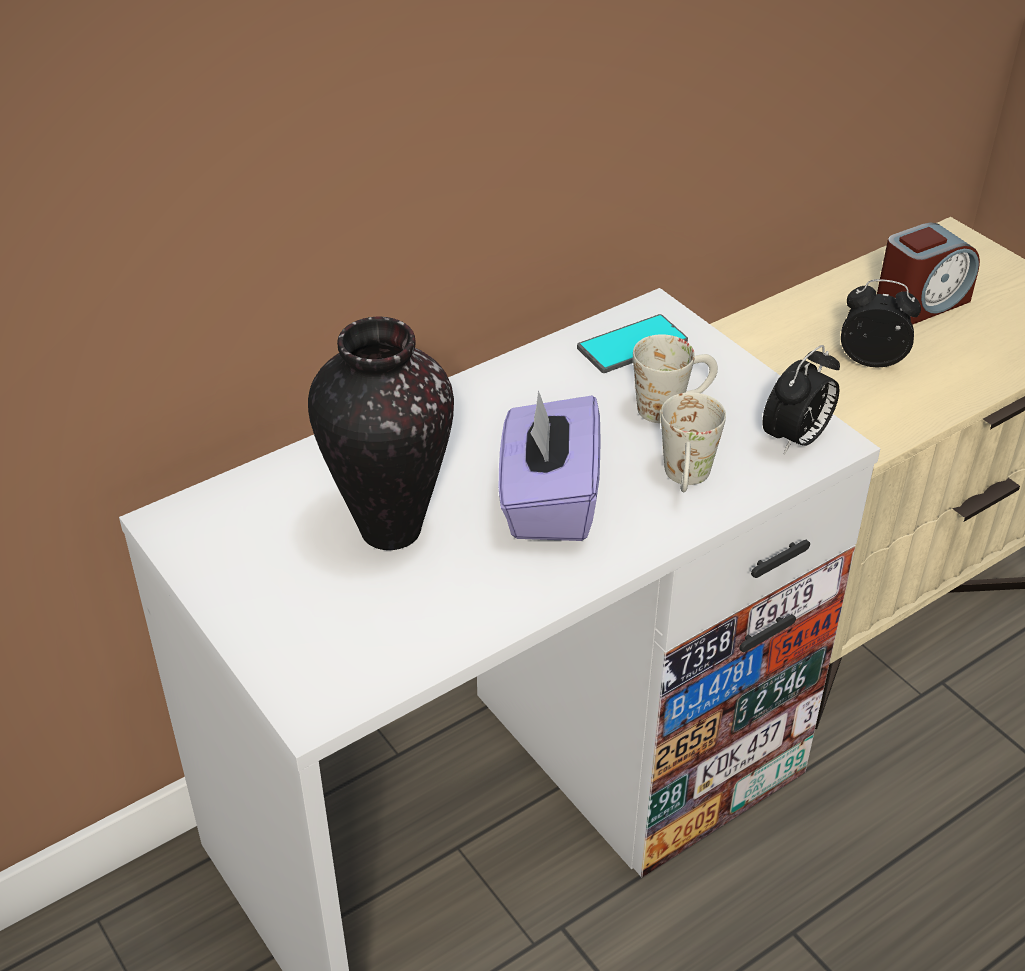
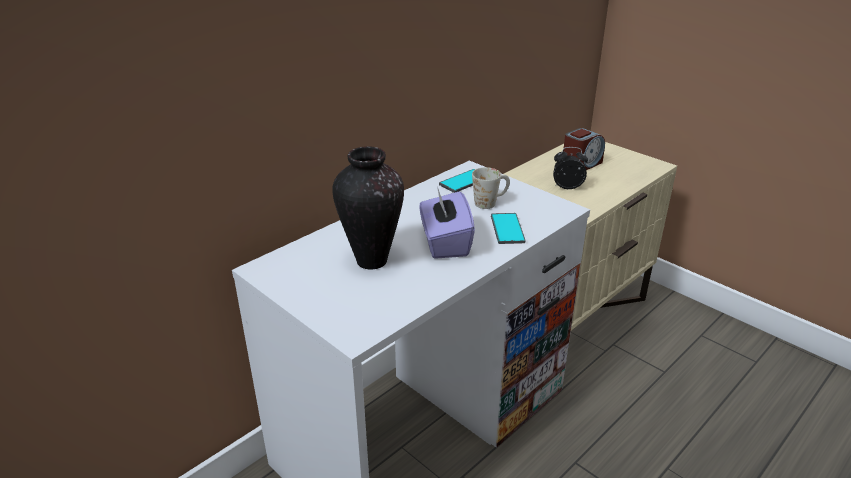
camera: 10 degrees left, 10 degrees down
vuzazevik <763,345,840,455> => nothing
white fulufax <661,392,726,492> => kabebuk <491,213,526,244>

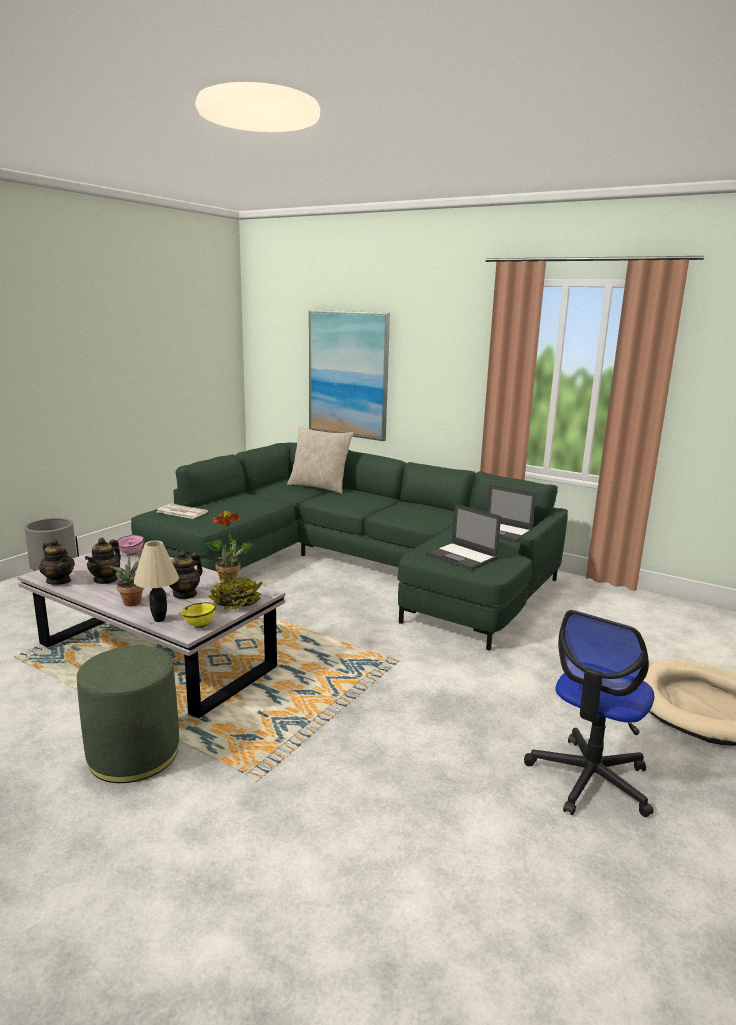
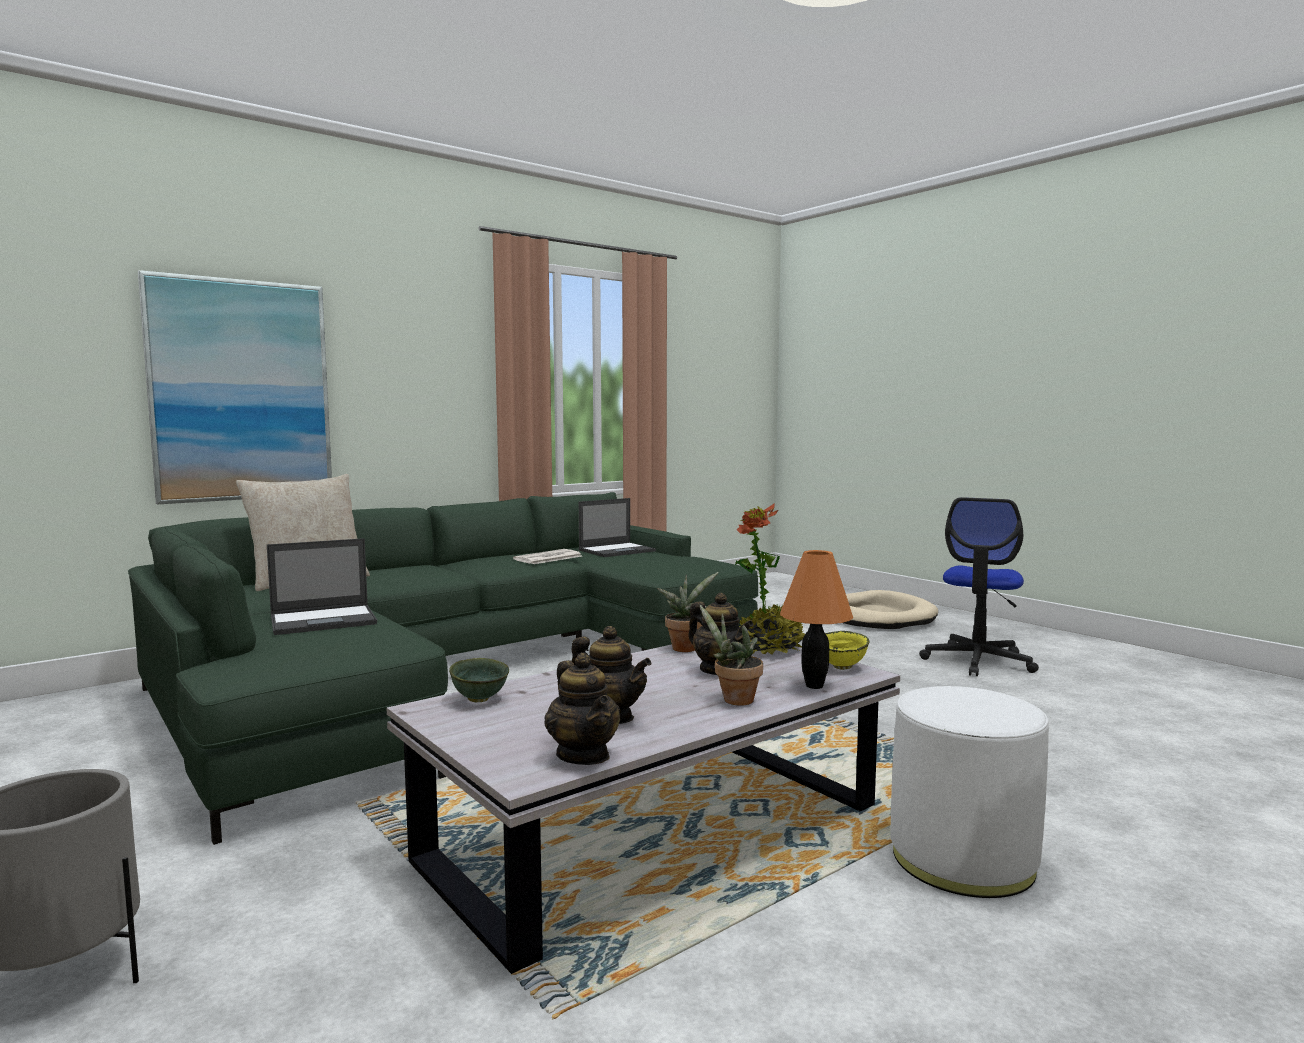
camera: 70 degrees left, 10 degrees down
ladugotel <157,504,208,519> => ladugotel <513,549,582,564>, moved
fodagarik <426,504,501,570> => fodagarik <267,538,377,635>, moved
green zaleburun <77,646,179,783> => white zaleburun <890,686,1049,898>
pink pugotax <117,535,144,555> => green pugotax <449,658,509,702>
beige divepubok <134,540,179,622> => orange divepubok <780,550,853,689>
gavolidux <39,539,75,585> => gavolidux <544,653,621,765>, 90 degrees clockwise
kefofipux <524,610,654,817> => kefofipux <919,497,1039,676>, 60 degrees clockwise

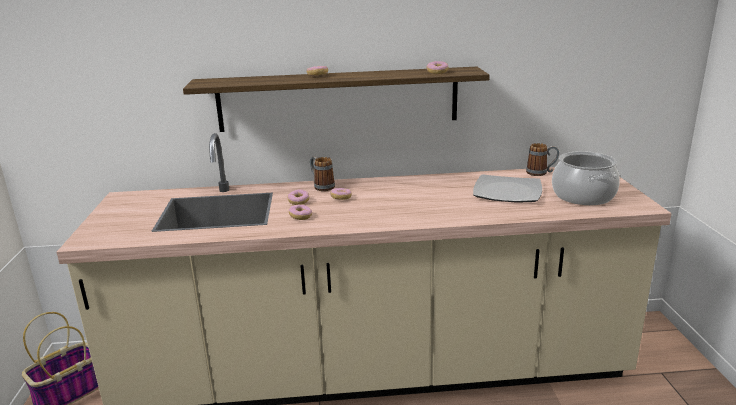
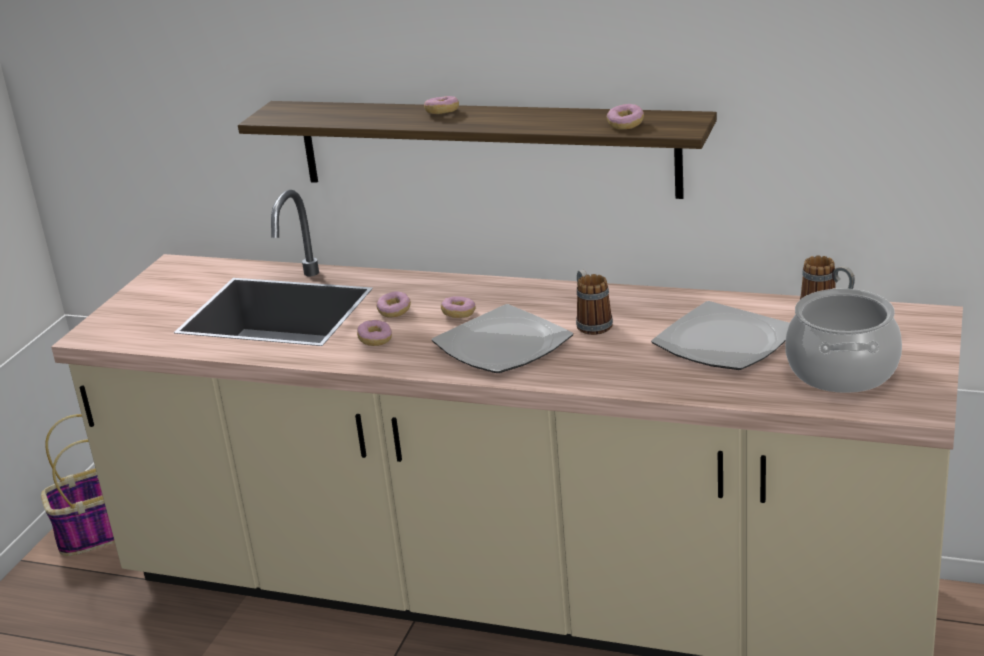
camera: 25 degrees right, 5 degrees up
nothing => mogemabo <432,304,573,373>
fulufax <310,156,335,191> => fulufax <576,270,613,335>, moved

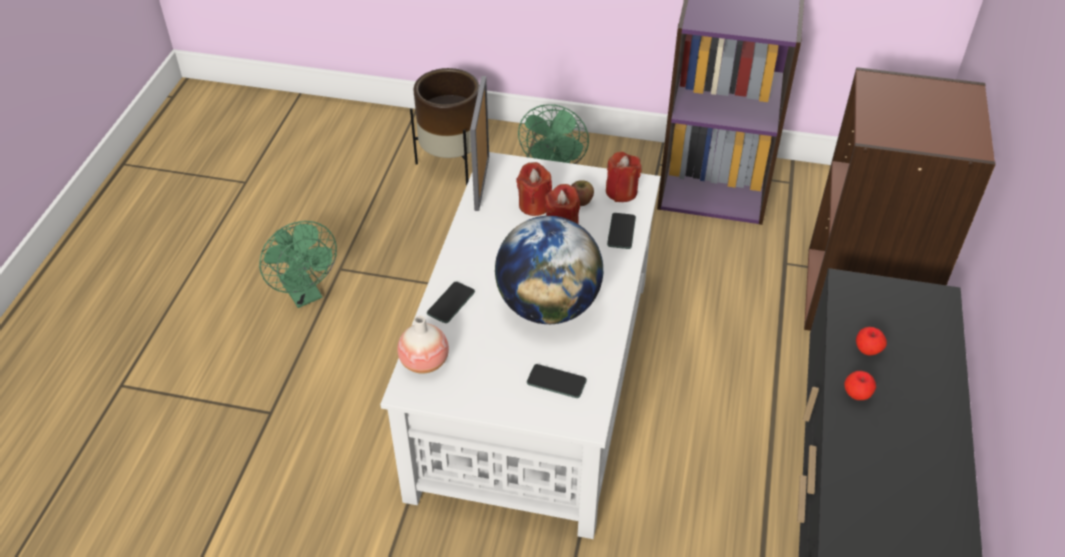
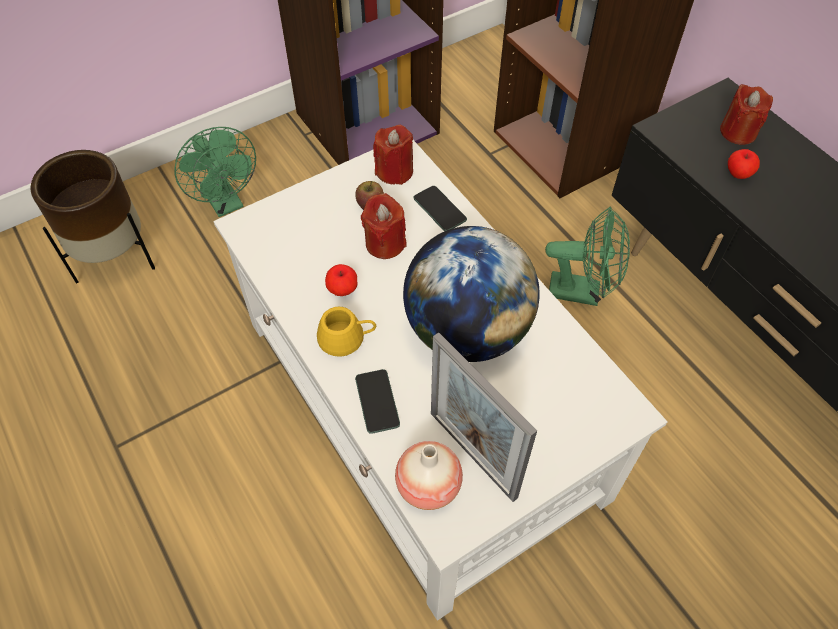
camera: 45 degrees left, 10 degrees up
kabebuk <527,364,587,398> => nothing
nothing => yellow fulufax <317,307,376,357>
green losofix <259,221,337,308> => green losofix <545,206,630,306>, moved
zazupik <470,76,489,211> => zazupik <431,332,537,502>, moved
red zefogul <516,162,552,216> => red zefogul <720,84,773,145>, moved
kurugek <844,371,876,400> => kurugek <325,264,357,296>, moved

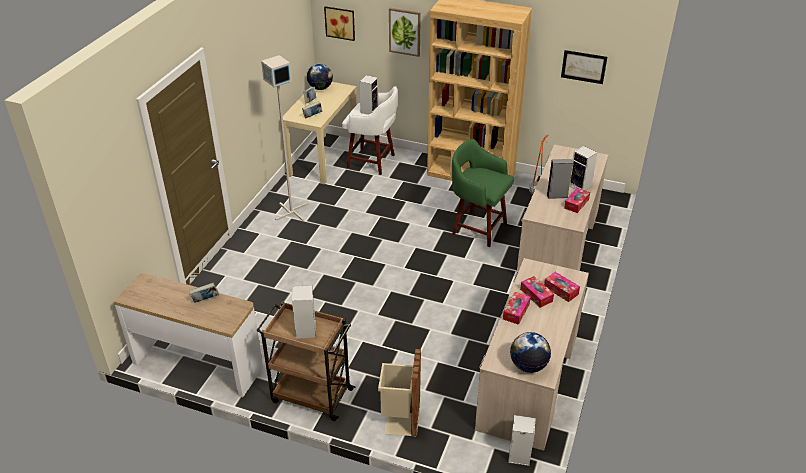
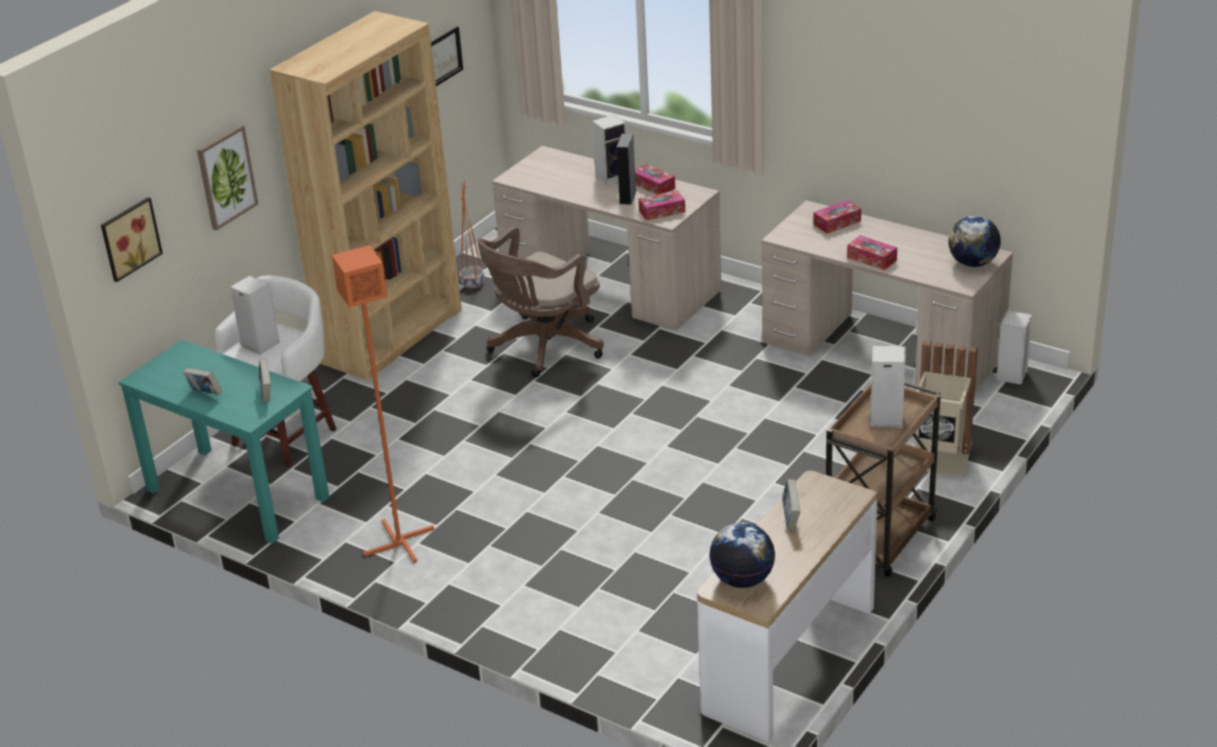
camera: 75 degrees left, 5 degrees down
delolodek <307,64,333,90> => delolodek <709,522,775,588>, moved
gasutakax <520,276,554,308> => gasutakax <638,190,685,221>, moved
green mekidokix <452,139,514,247> => brown kefofipux <477,227,604,378>
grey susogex <261,55,307,221> => orange susogex <332,245,435,563>
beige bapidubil <283,82,358,184> => turquoise bapidubil <118,340,329,544>

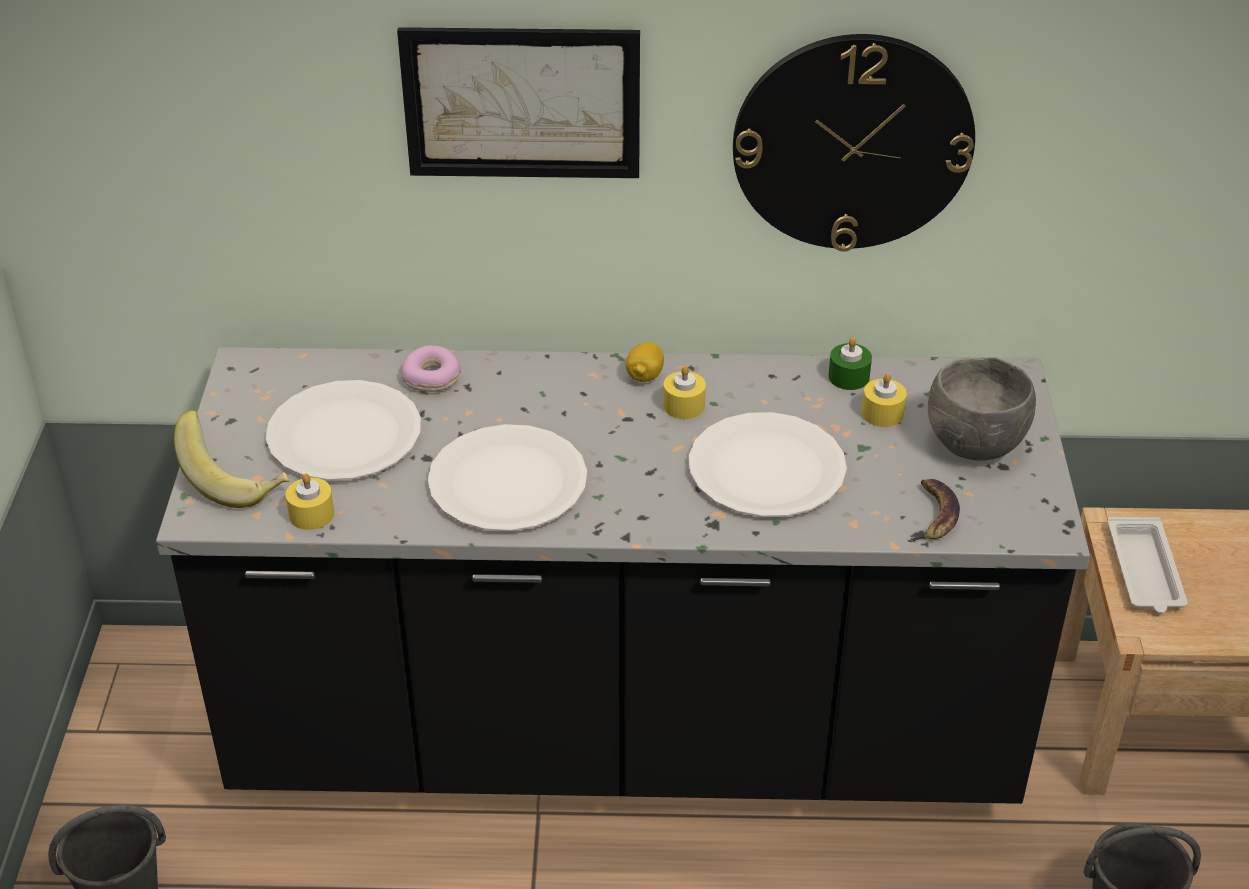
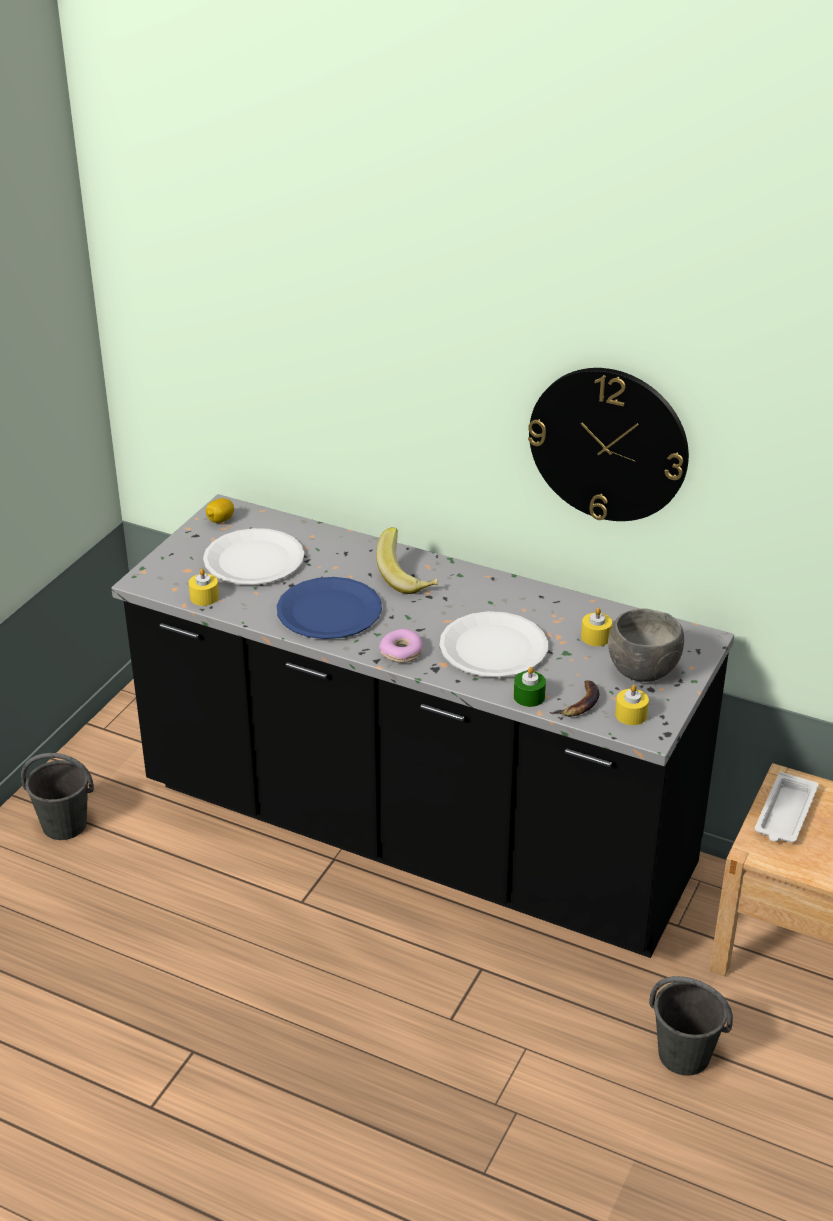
camera: 25 degrees right, 5 degrees down
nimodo <397,27,640,178> => nothing
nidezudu <174,410,289,508> => nidezudu <376,527,438,594>, moved
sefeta <402,345,461,392> => sefeta <379,629,423,663>, moved
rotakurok <626,342,664,382> => rotakurok <206,498,234,523>, moved
yellow zefogul <663,366,706,419> => yellow zefogul <615,685,649,725>, moved
green zefogul <828,337,872,390> => green zefogul <514,667,546,707>, moved
white mogemabo <428,424,587,532> => blue mogemabo <277,577,382,639>

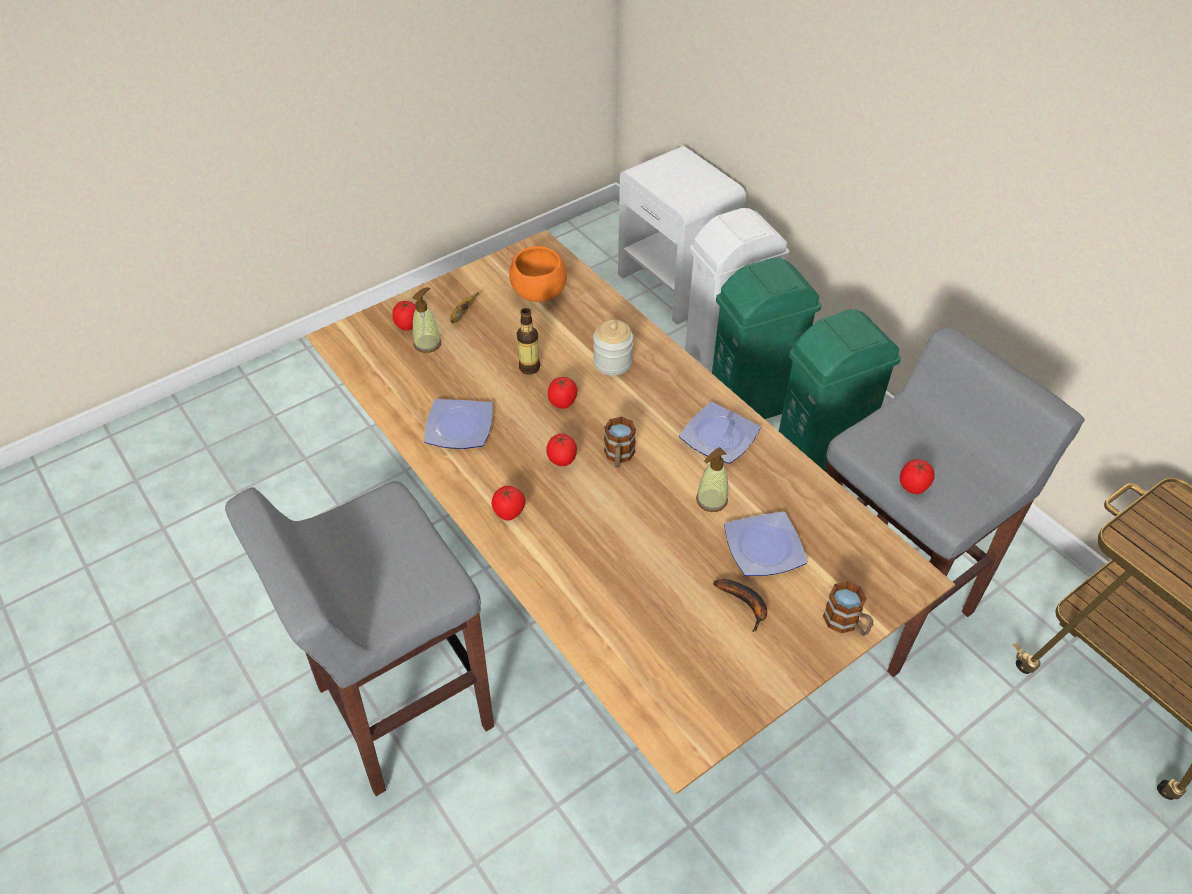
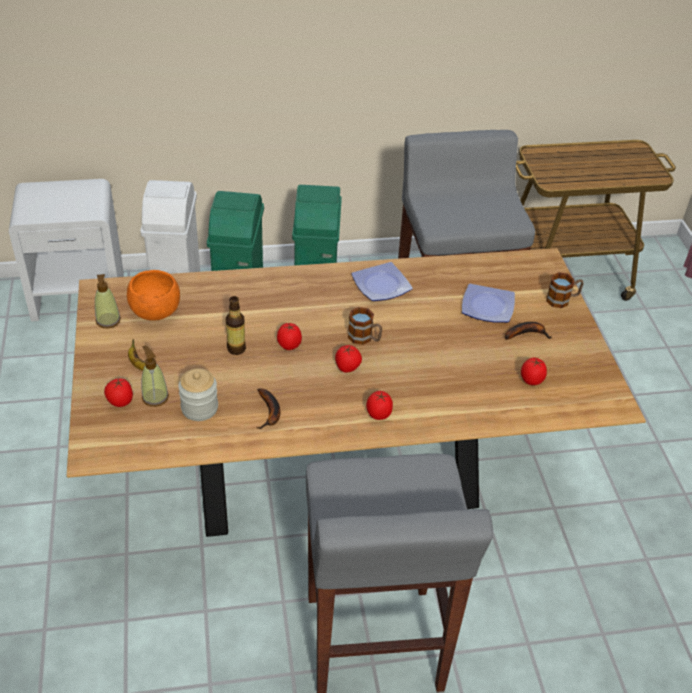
camera: 65 degrees left, 5 degrees down
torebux <593,320,633,375> => torebux <178,368,218,421>, moved
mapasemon <696,447,728,512> => mapasemon <95,274,121,328>, moved
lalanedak <900,459,935,494> => lalanedak <521,357,547,385>, moved
mogemabo <424,399,492,449> => nidezudu <257,388,280,429>

